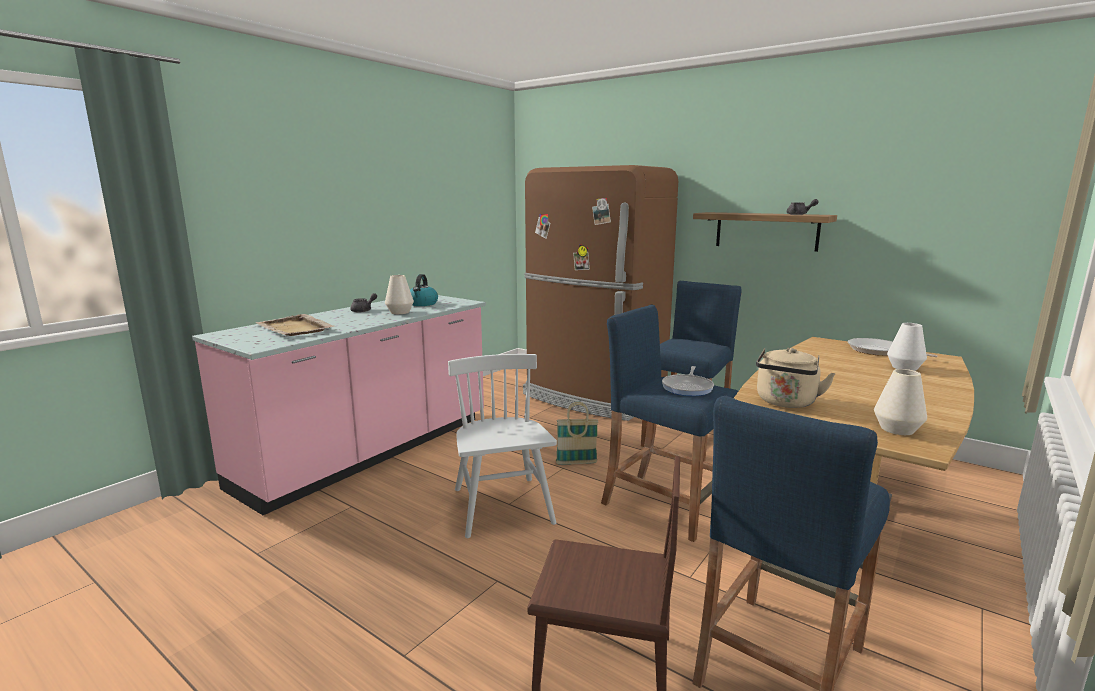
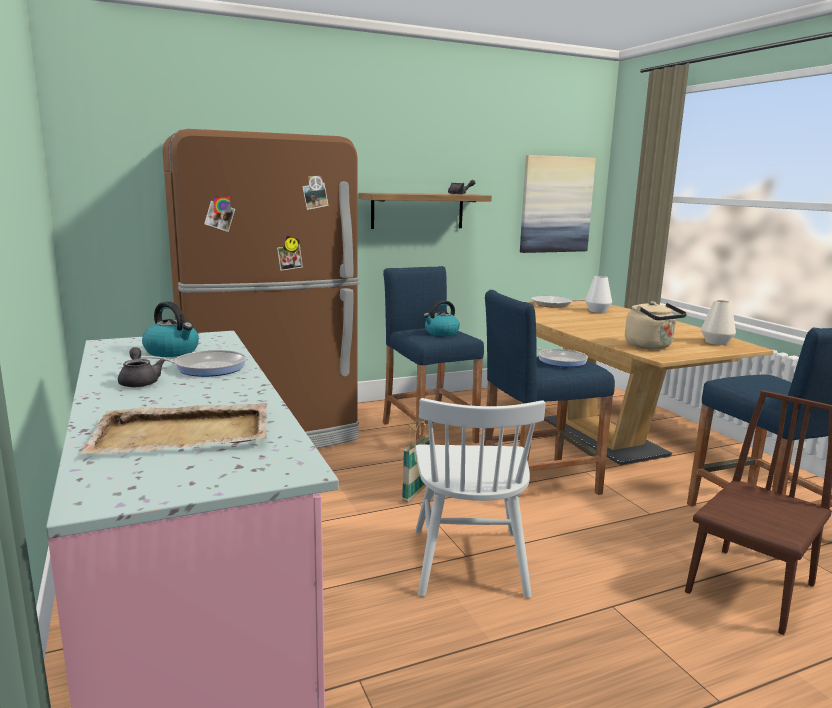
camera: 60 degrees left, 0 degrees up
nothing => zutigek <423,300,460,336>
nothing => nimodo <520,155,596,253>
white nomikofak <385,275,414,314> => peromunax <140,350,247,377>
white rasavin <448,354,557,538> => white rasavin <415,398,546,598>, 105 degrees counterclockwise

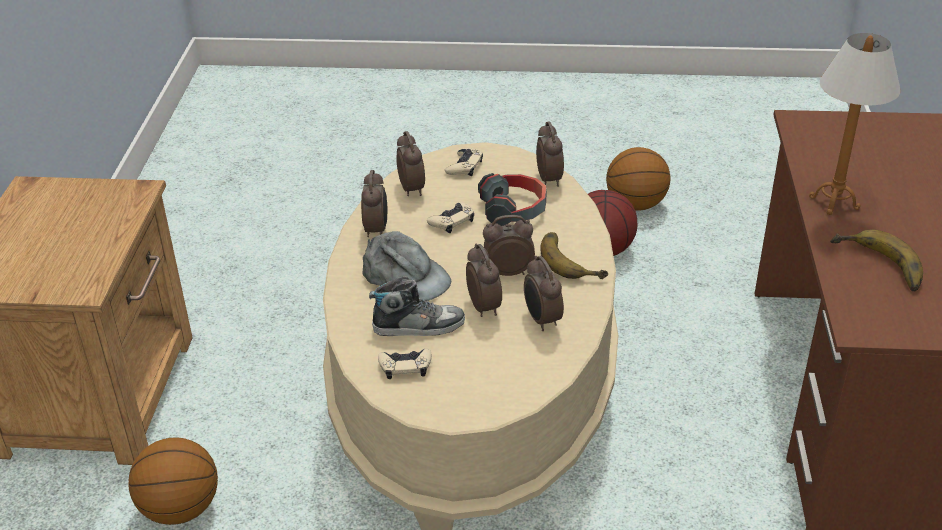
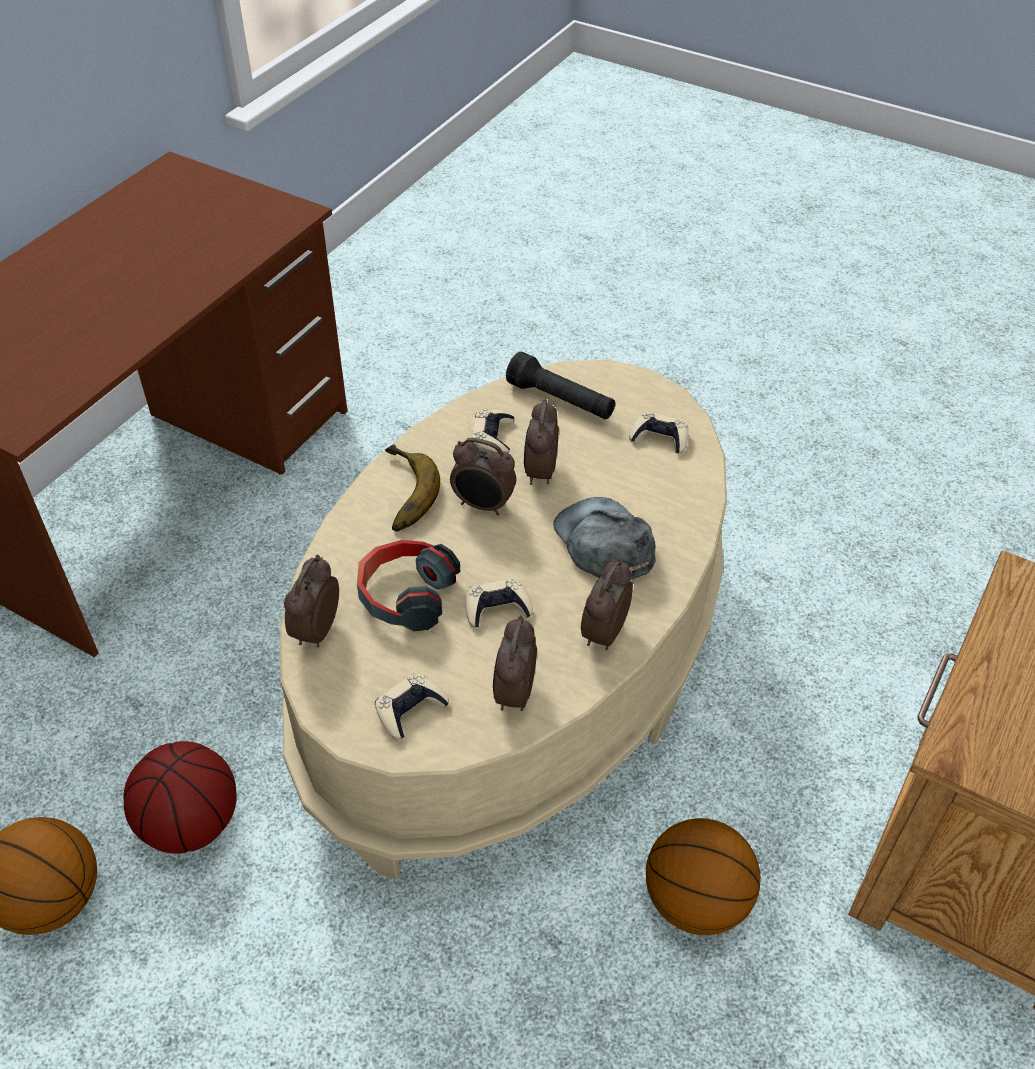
camera: 155 degrees left, 10 degrees up
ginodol <369,276,465,336> => nothing
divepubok <809,33,900,215> => nothing
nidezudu <830,229,923,291> => nothing
nothing => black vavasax <506,352,615,419>
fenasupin <128,437,218,525> => fenasupin <646,818,761,935>, moved
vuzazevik <524,256,564,331> => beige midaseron <472,409,514,453>

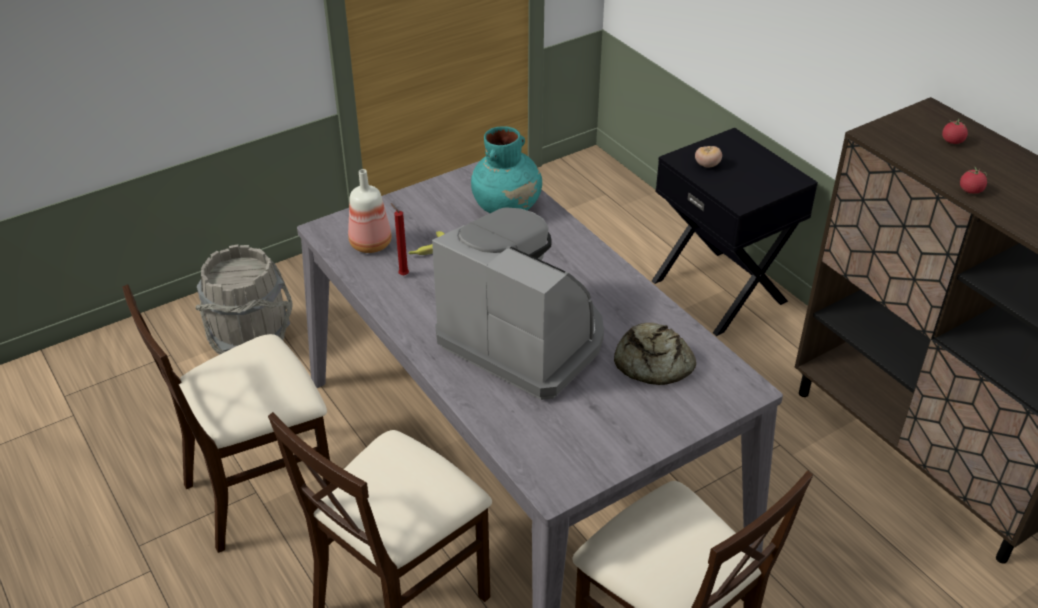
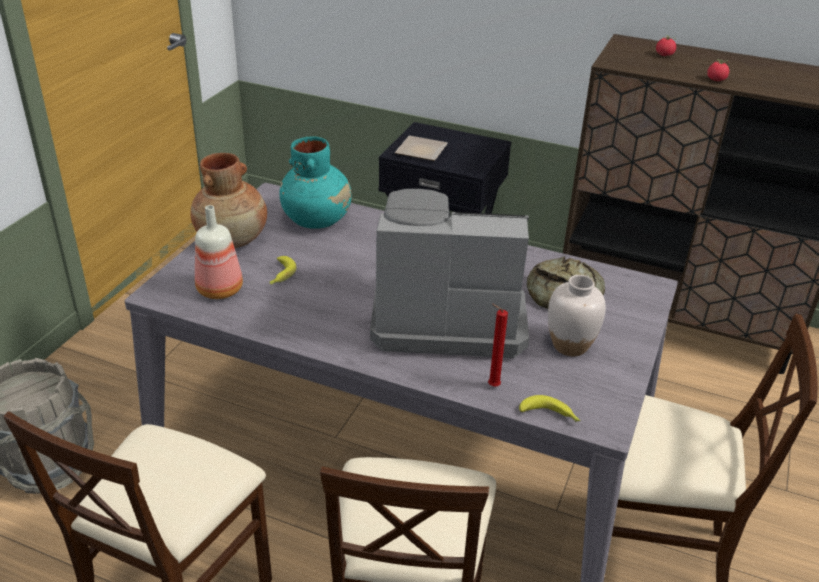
camera: 35 degrees left, 5 degrees down
nothing => brown nomikofak <190,153,267,248>
nothing => nidezudu <519,395,581,422>
nothing => white nomikofak <548,275,606,356>
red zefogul <391,203,409,275> => red zefogul <488,304,508,387>, moved
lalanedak <695,146,722,167> => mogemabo <394,136,448,161>

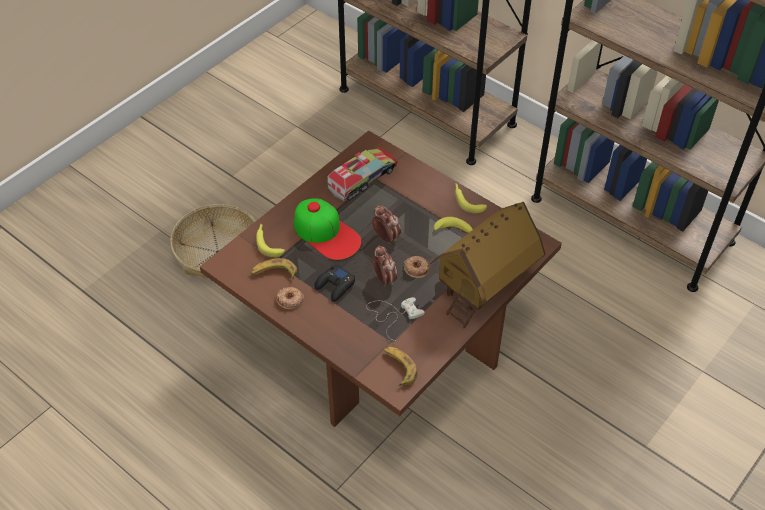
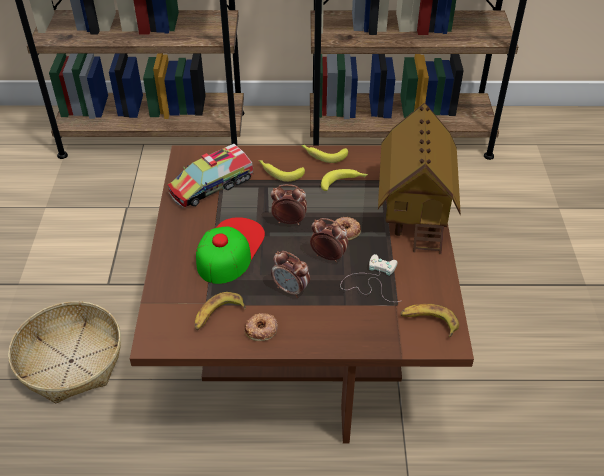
camera: 40 degrees left, 5 degrees down
nidezudu <256,223,285,257> => nidezudu <258,160,305,182>, moved
black midaseron <314,265,355,301> => vuzazevik <271,251,310,298>
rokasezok <294,198,361,260> => rokasezok <196,217,265,284>, 75 degrees counterclockwise
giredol <327,147,397,201> => giredol <168,144,253,208>, 135 degrees counterclockwise

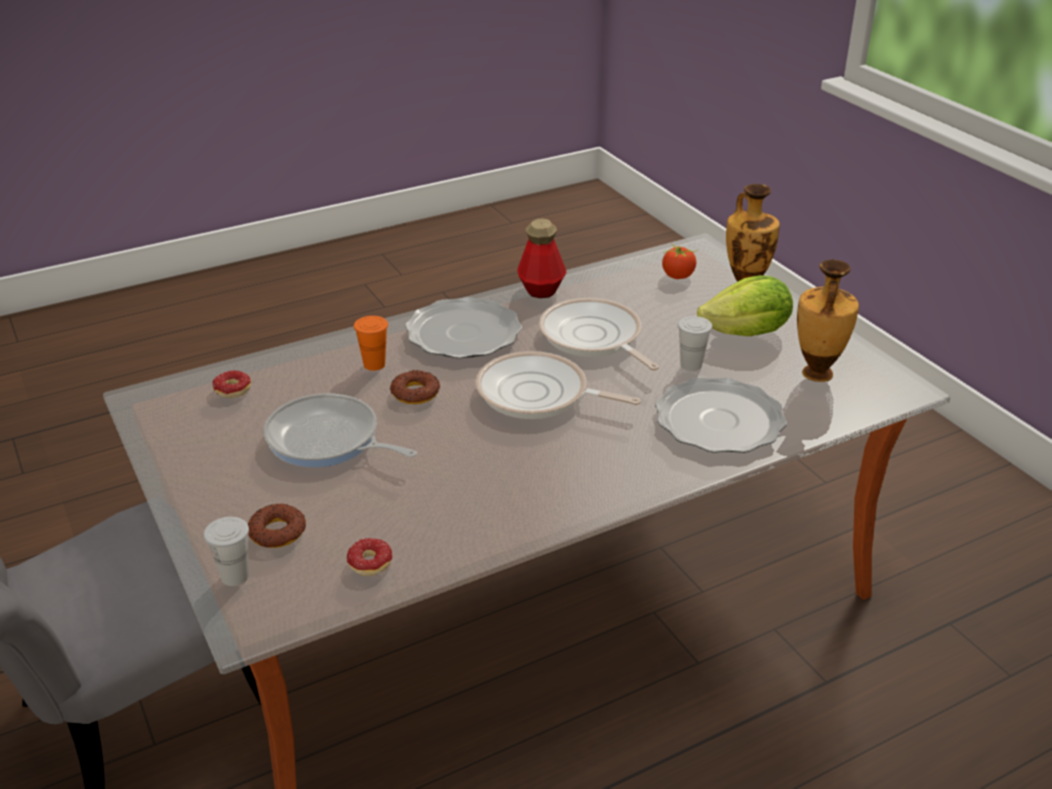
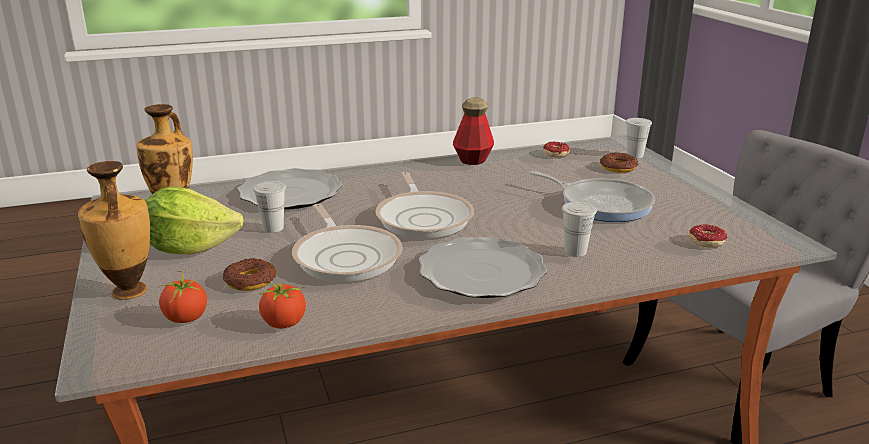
camera: 170 degrees left, 10 degrees down
nothing => lalanedak <257,281,306,329>
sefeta <390,370,440,404> => sefeta <223,258,276,291>, moved
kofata <517,219,567,298> => kofata <453,98,494,165>, moved
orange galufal <354,316,388,371> => white galufal <562,202,597,257>
peromunax <476,351,641,419> => peromunax <375,172,474,239>, 45 degrees clockwise

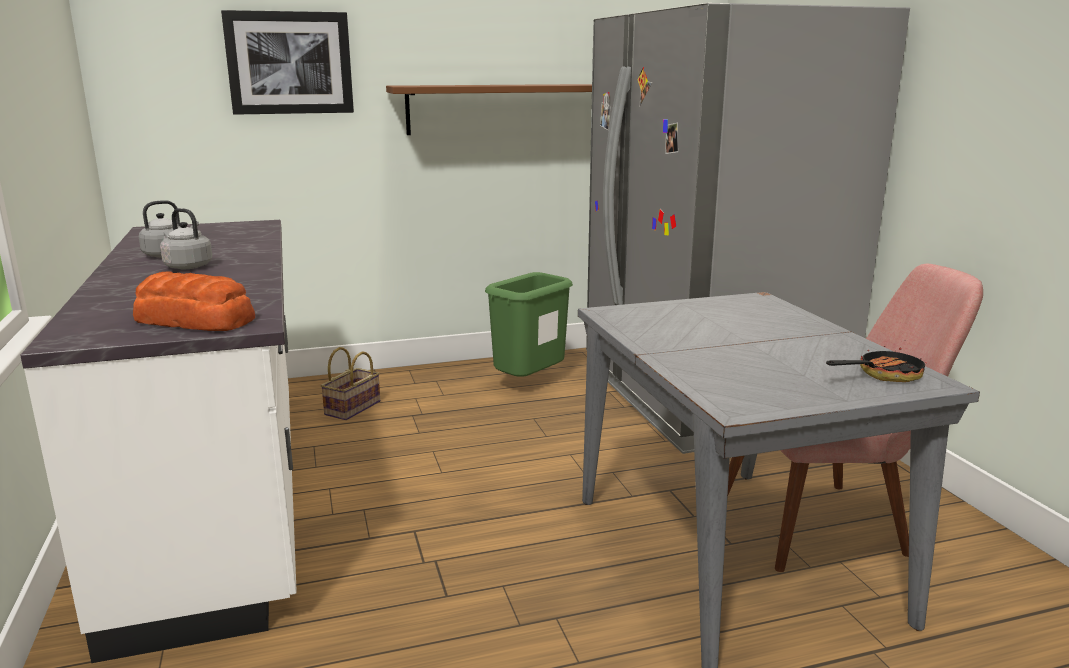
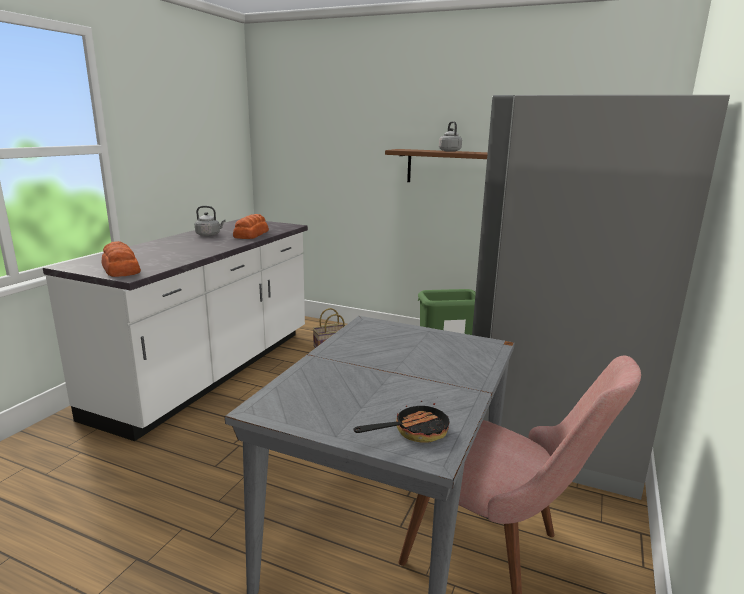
camera: 40 degrees right, 0 degrees up
nimodo <221,10,354,115> => nothing
nothing => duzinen <233,214,269,239>
grey zutigek <160,208,213,269> => grey zutigek <439,121,462,152>, moved
peromunax <826,346,926,382> => peromunax <353,401,449,443>, 45 degrees counterclockwise

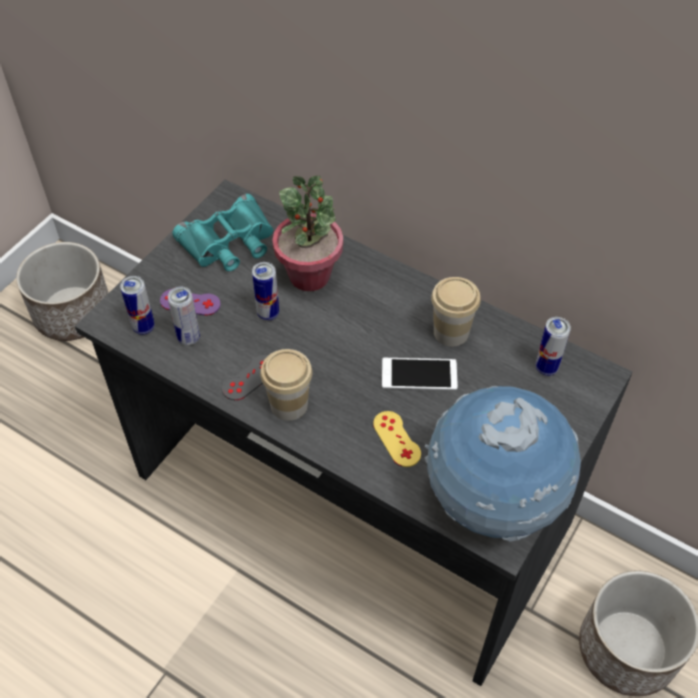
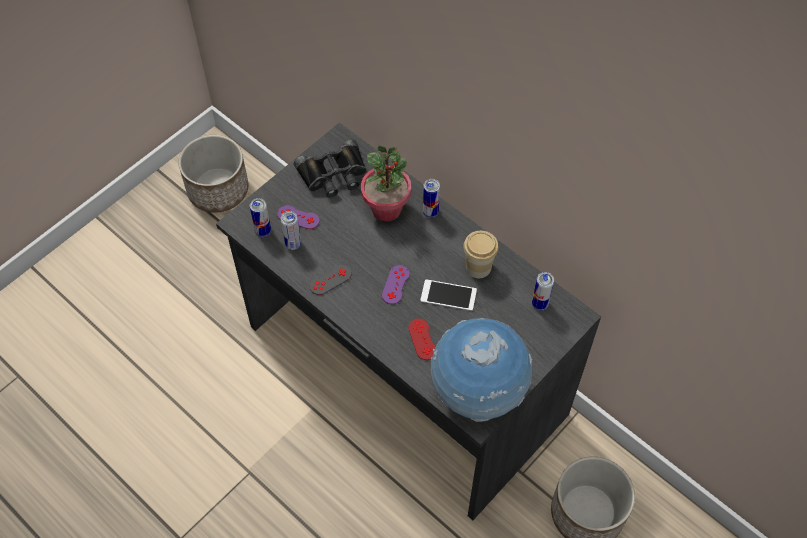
camera: 10 degrees right, 5 degrees up
galufal <260,349,312,421> => nothing
nothing => purple midaseron <382,265,410,304>
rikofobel <252,262,279,321> => rikofobel <423,179,440,218>, moved
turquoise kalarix <172,194,273,271> => black kalarix <294,140,367,198>
yellow midaseron <373,411,421,467> => red midaseron <408,319,436,360>

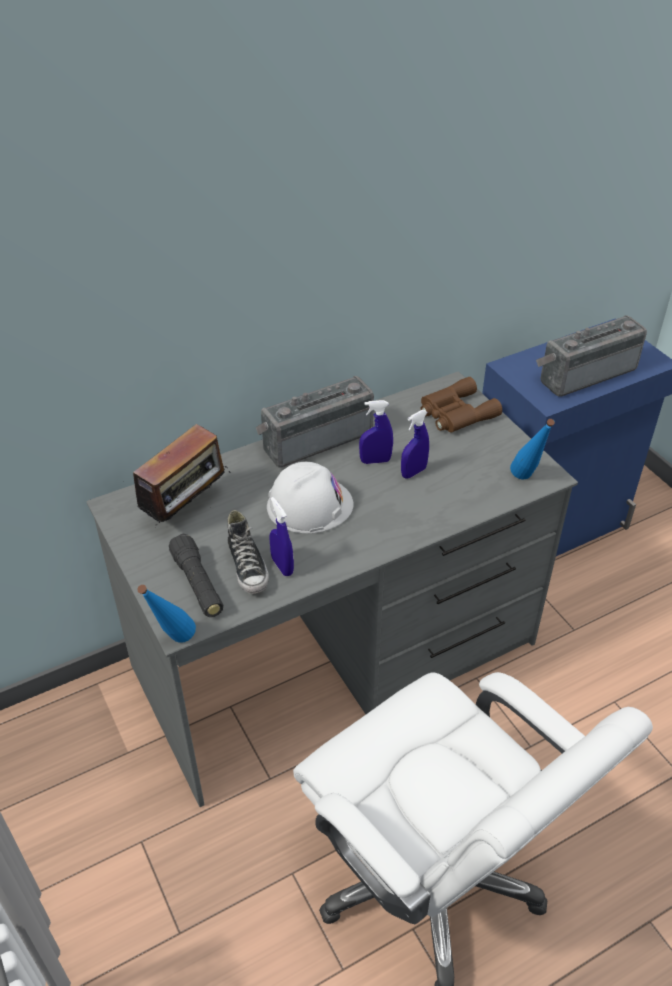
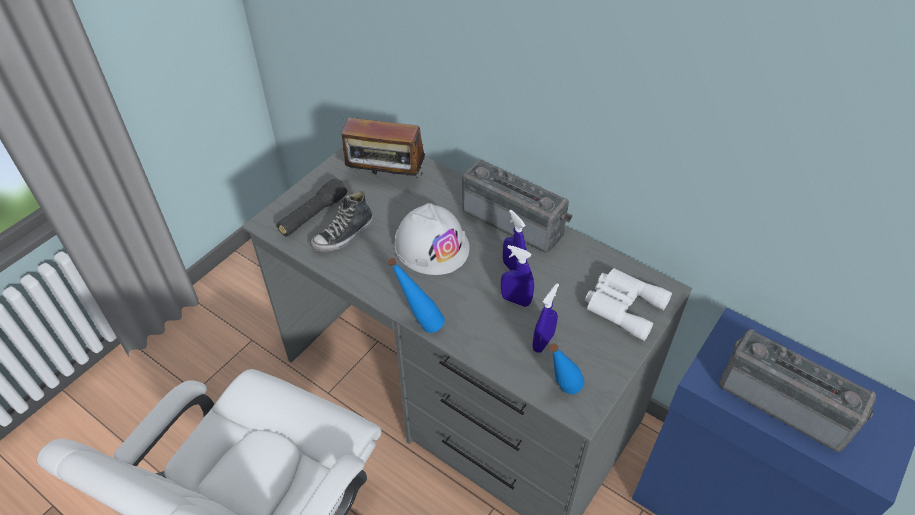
camera: 65 degrees right, 5 degrees up
blue kofata <137,585,196,643> => blue kofata <388,258,445,333>, moved
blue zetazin <269,497,294,576> => blue zetazin <532,283,559,353>, moved
brown kalarix <421,377,502,432> => white kalarix <585,268,672,341>

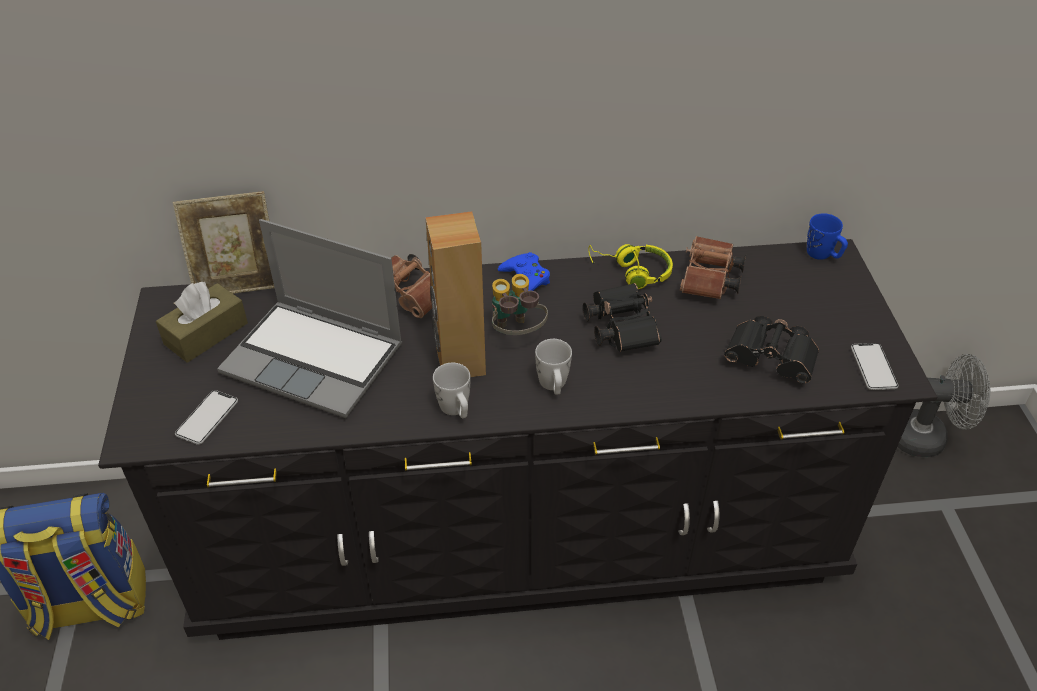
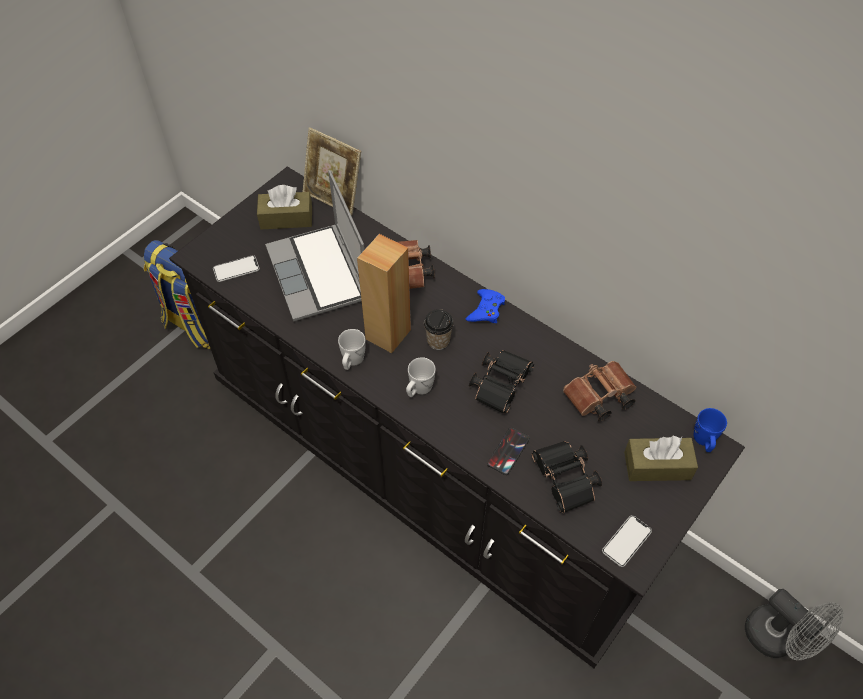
camera: 45 degrees right, 10 degrees up
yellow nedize <588,244,673,289> => nothing
nothing => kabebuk <487,427,530,475>
nothing => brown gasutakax <624,436,698,481>
kalarix <492,274,548,335> => galufal <424,309,454,350>

